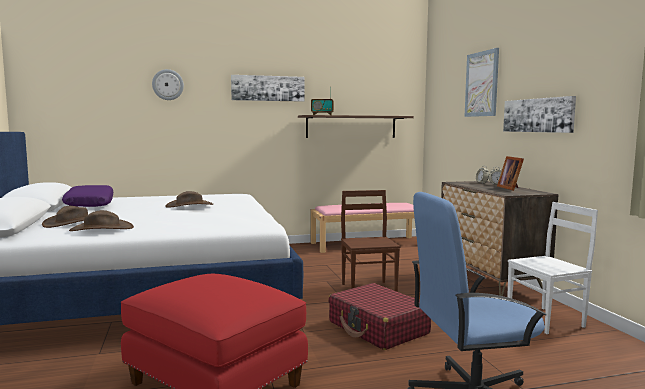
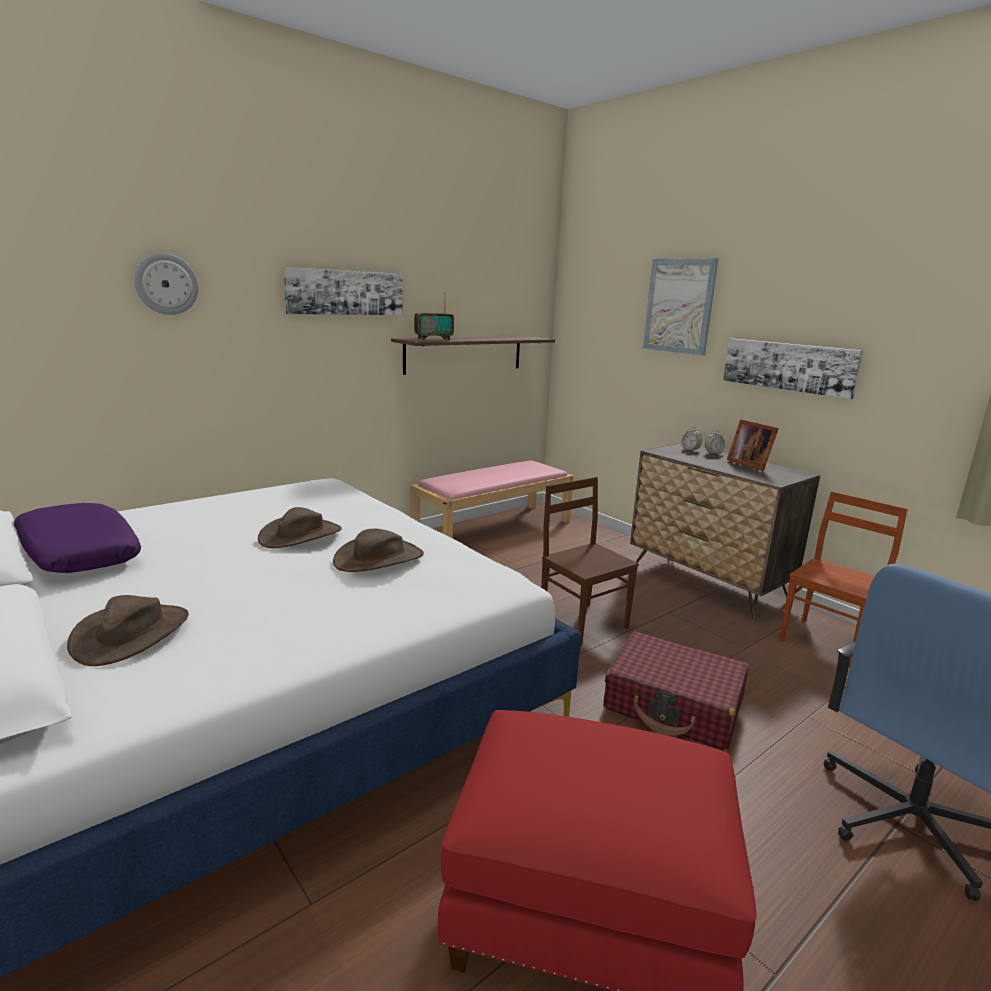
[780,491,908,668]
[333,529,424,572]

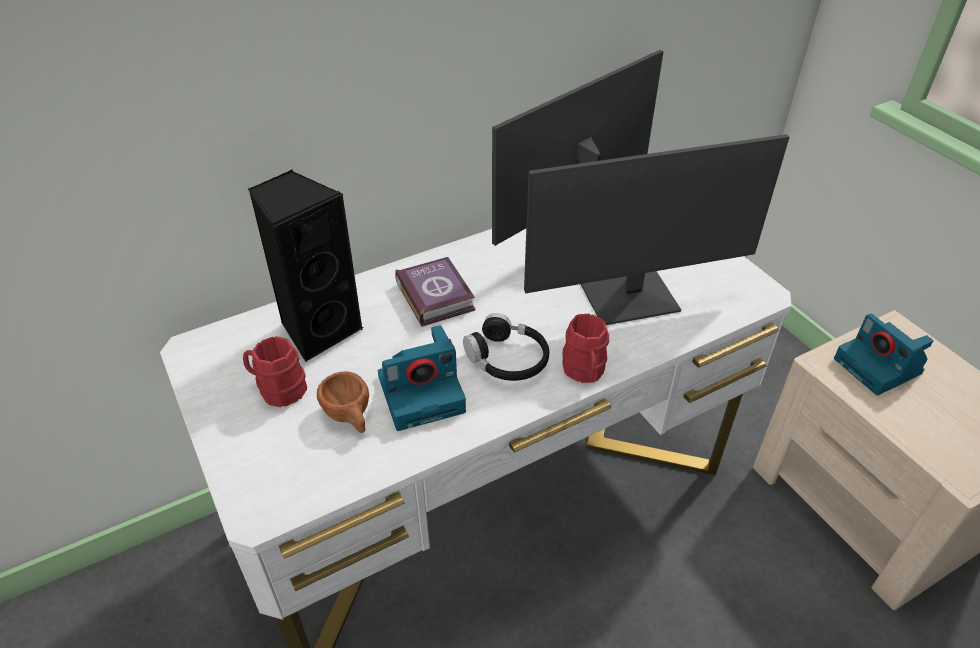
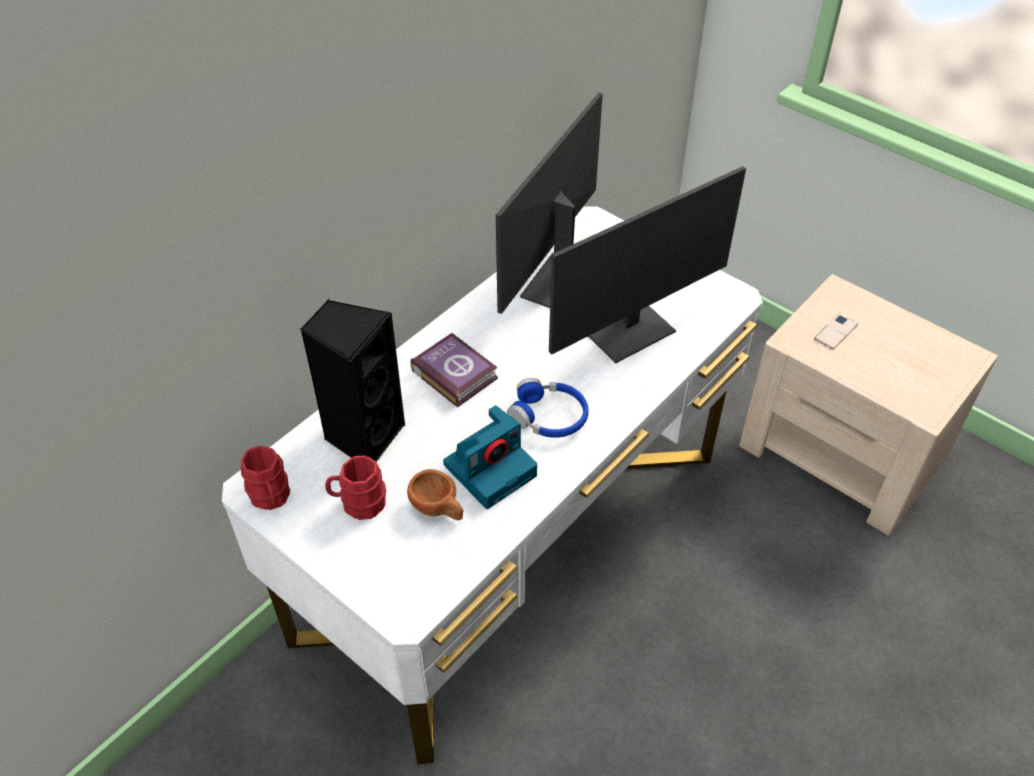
[507,378,589,438]
[241,446,290,510]
[814,313,858,349]

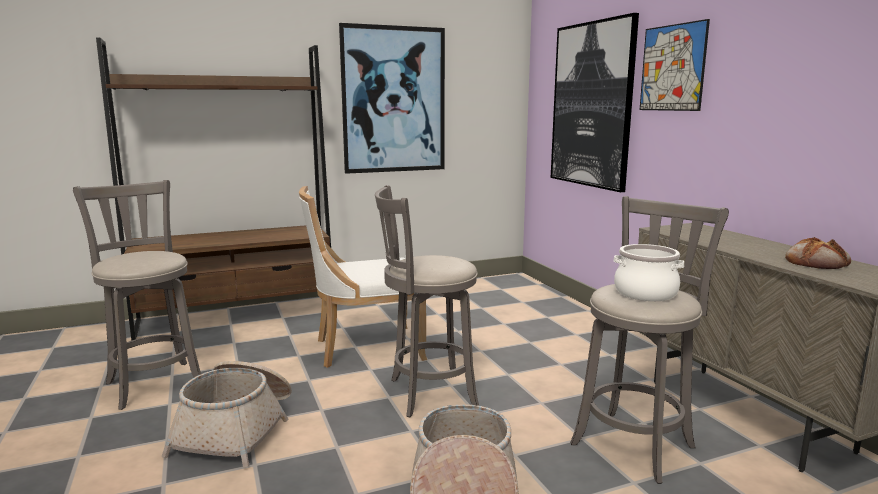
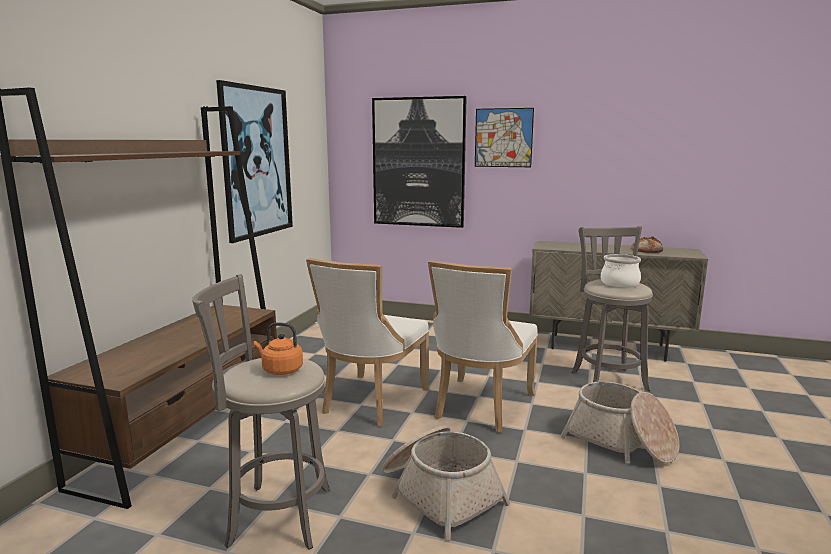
[428,260,538,433]
[254,323,303,375]

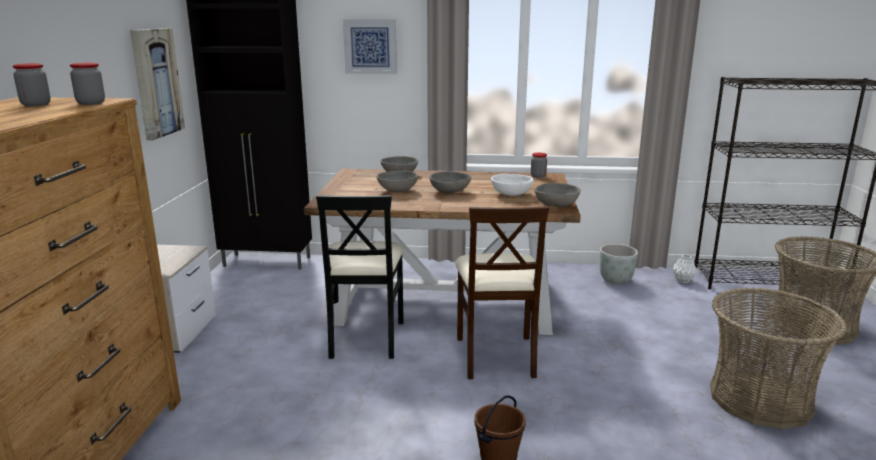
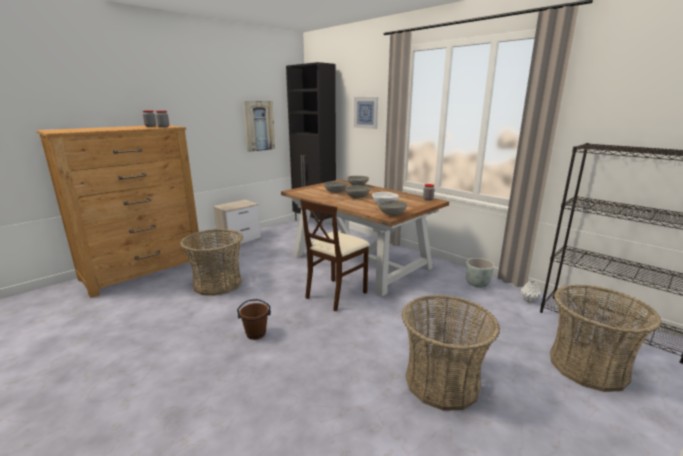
[316,195,404,359] (first image)
[180,229,243,296]

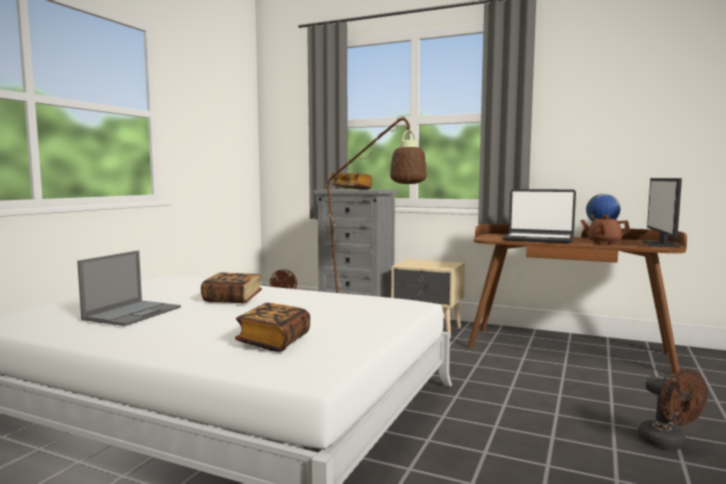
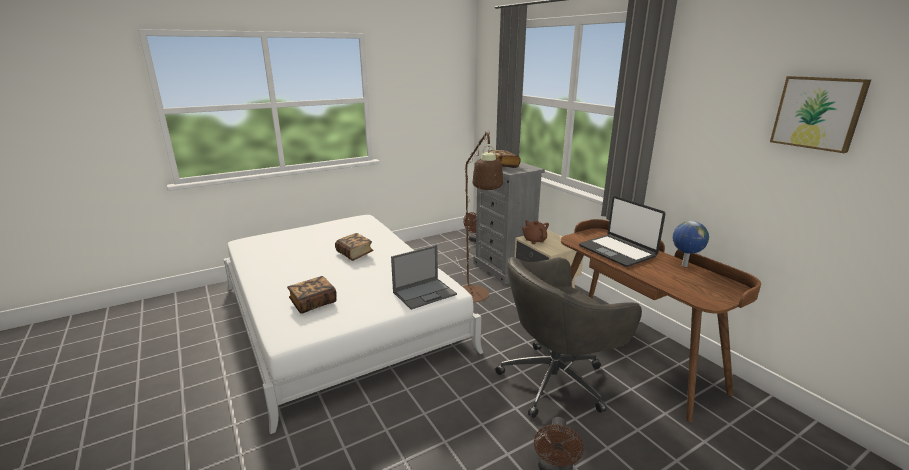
[641,178,682,248] (first image)
[522,220,549,244]
[391,245,457,310]
[770,76,871,153]
[495,257,642,418]

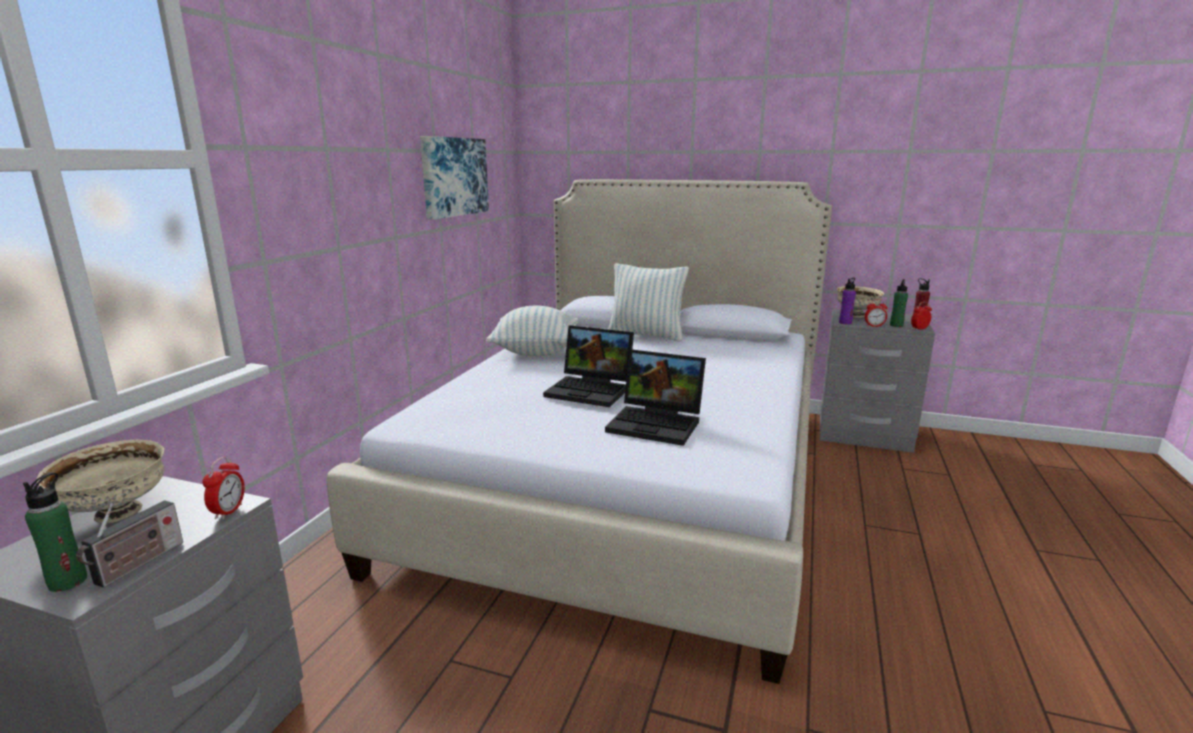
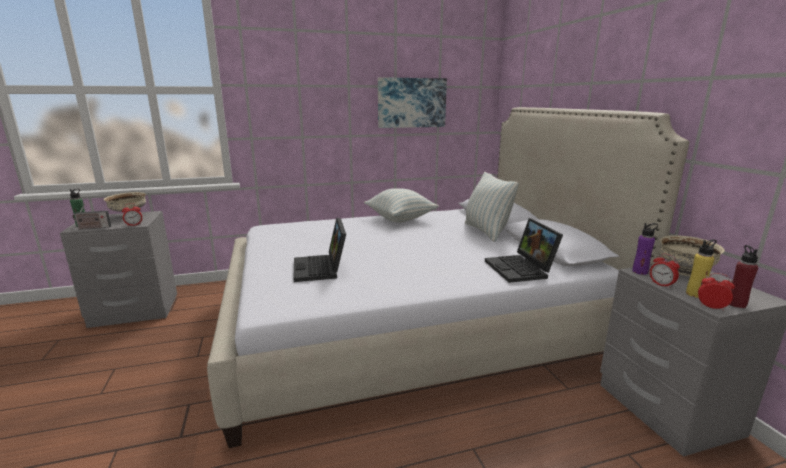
[686,240,717,298]
[485,218,563,283]

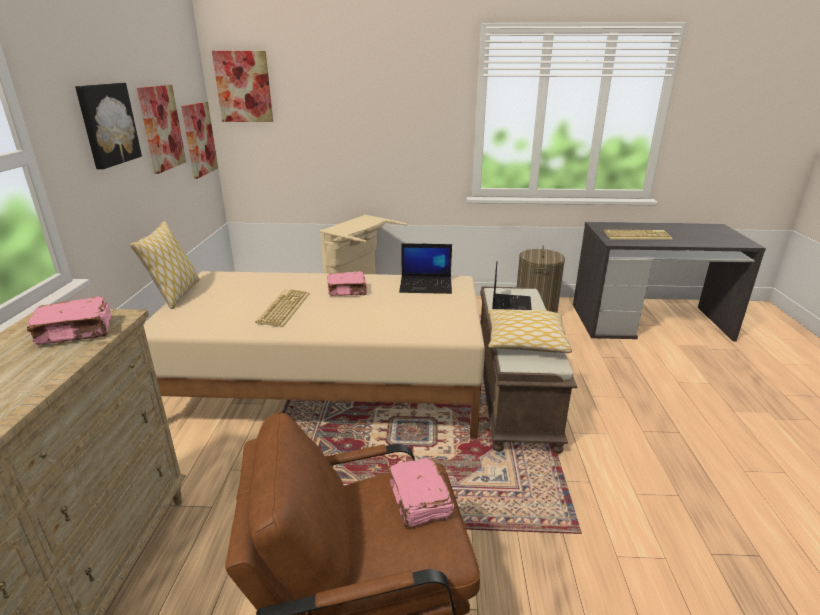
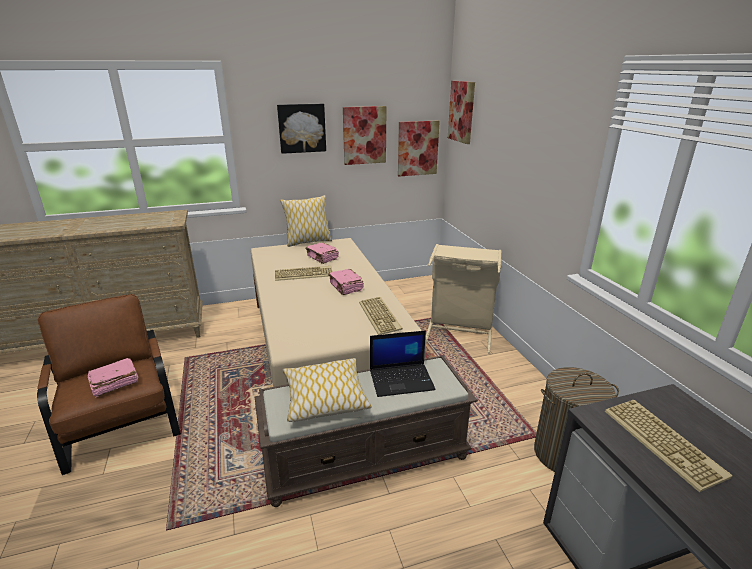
[359,297,403,335]
[306,242,339,264]

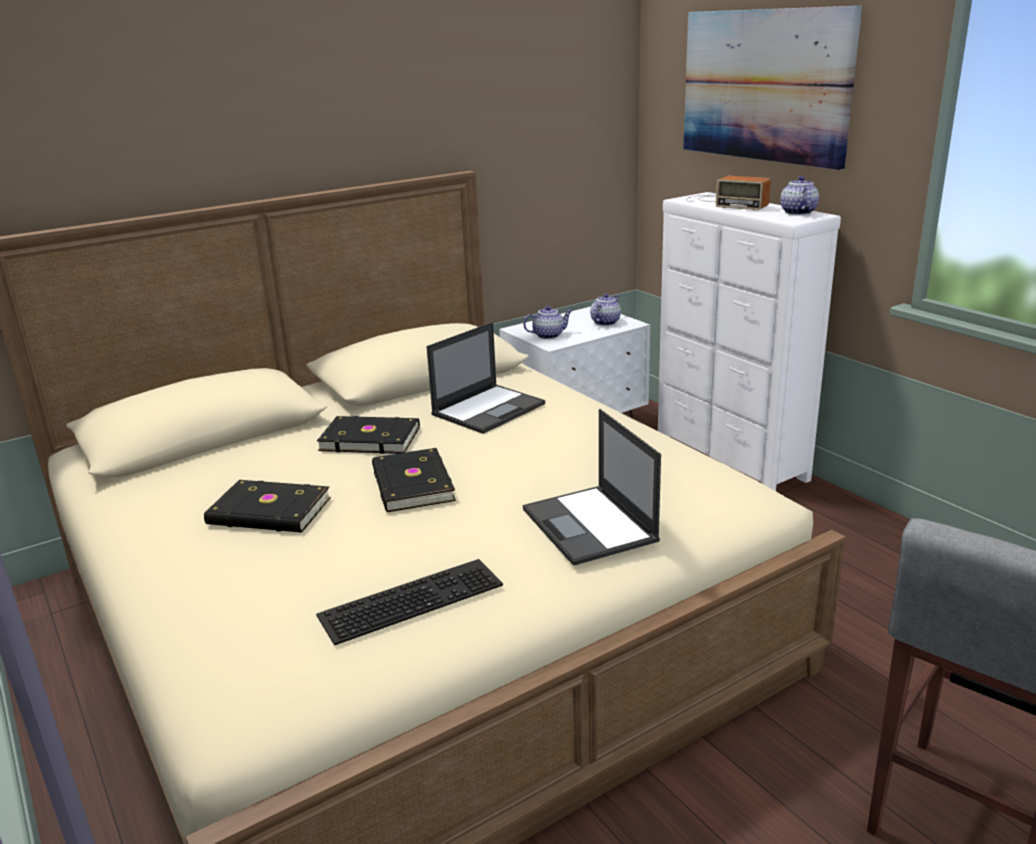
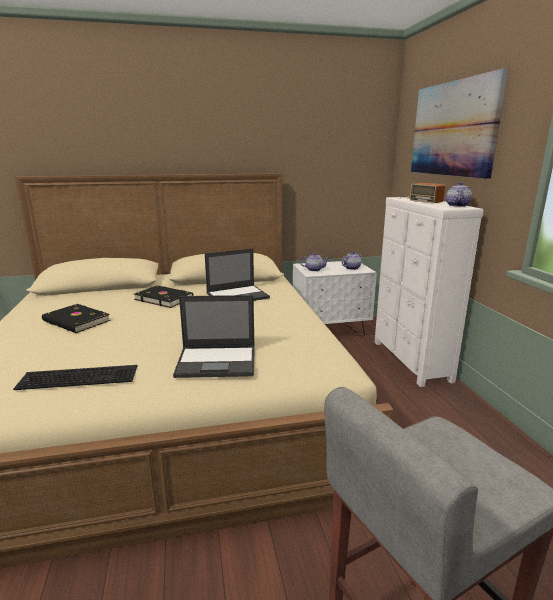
[173,295,255,378]
[372,448,456,512] (first image)

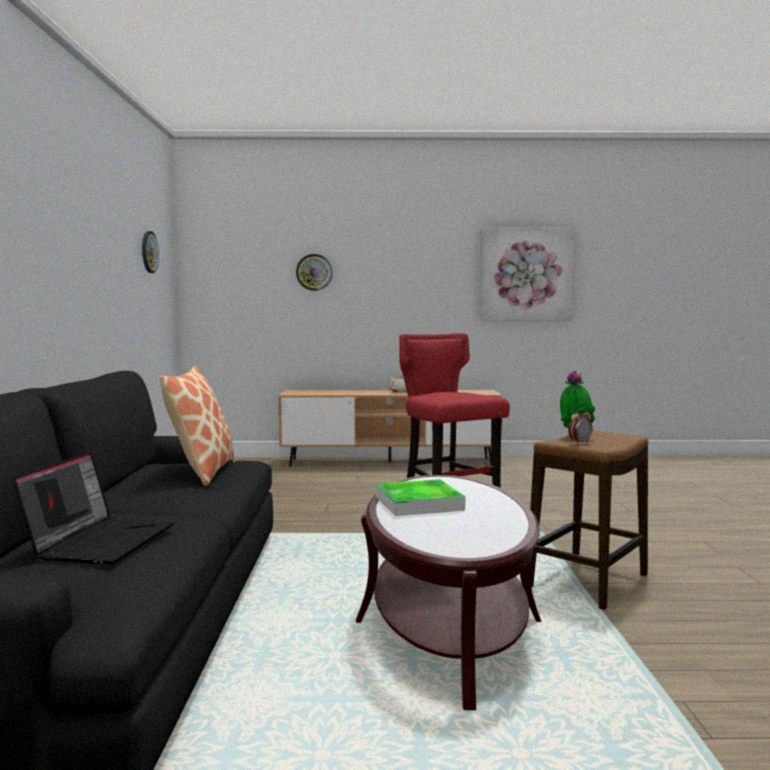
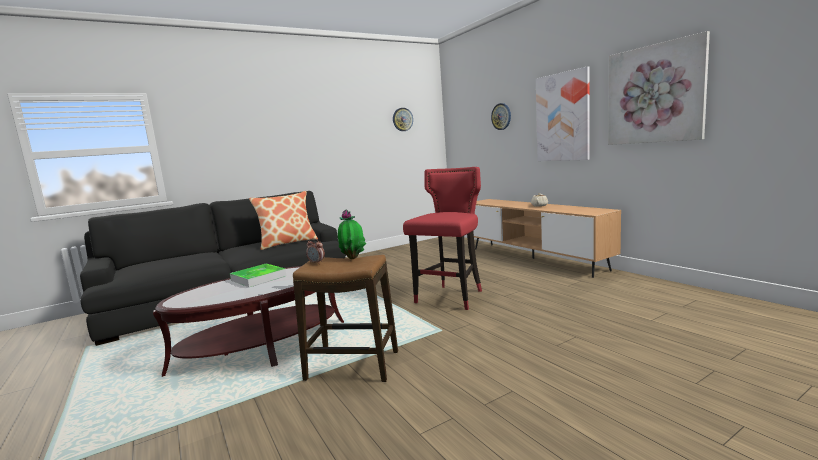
[13,452,174,564] (first image)
[536,66,590,161]

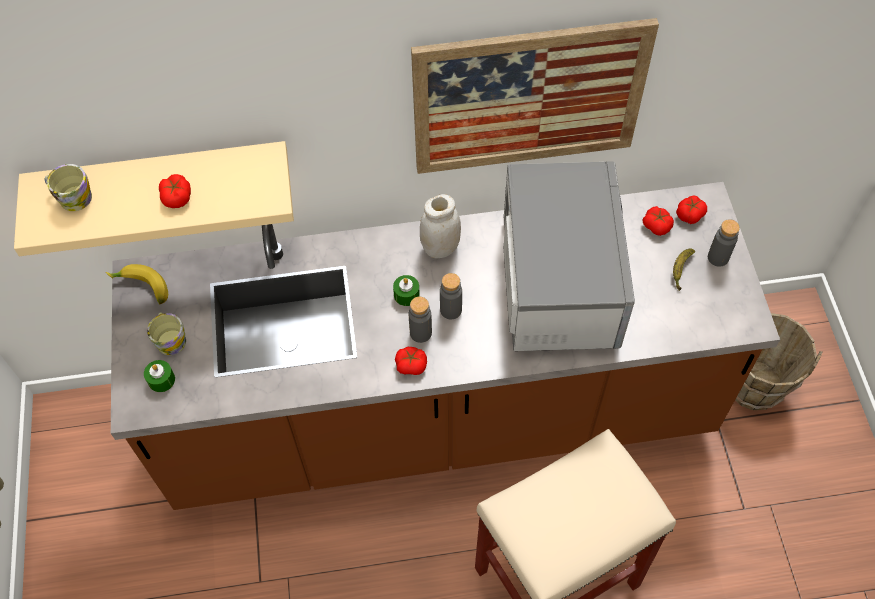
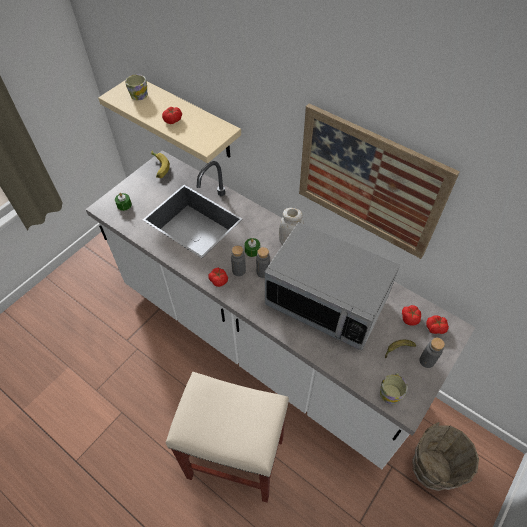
[265,222,400,350]
[86,150,475,469]
[380,372,408,404]

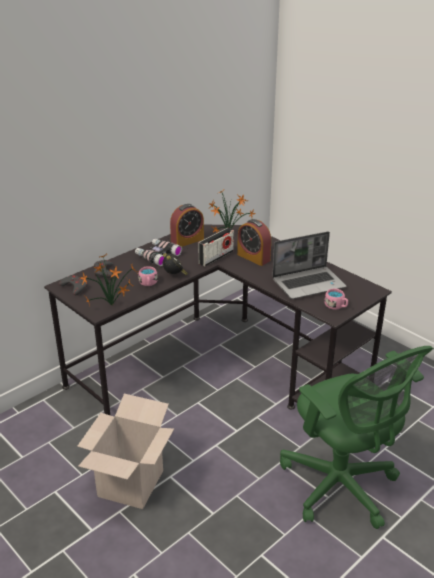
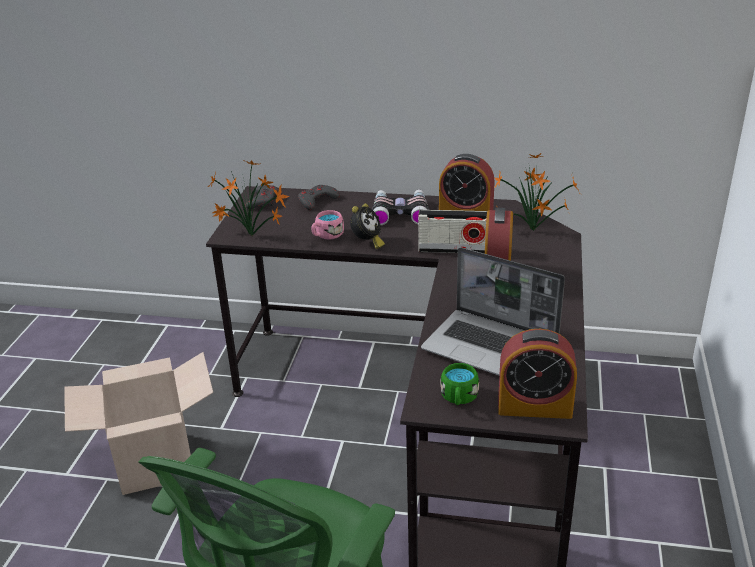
[440,363,479,405]
[498,329,577,419]

